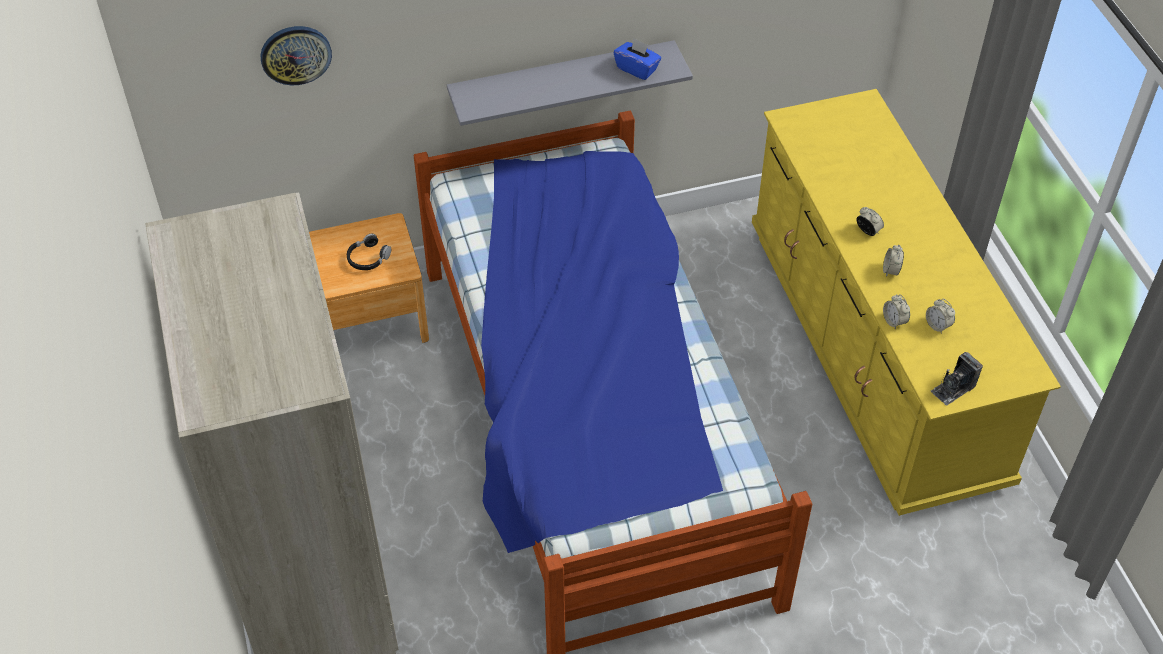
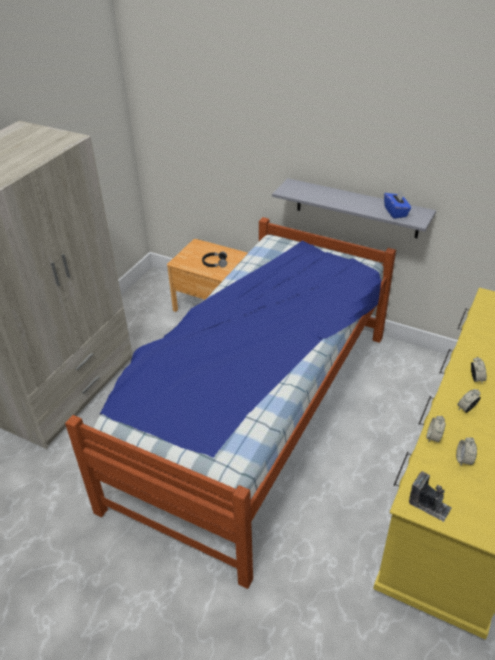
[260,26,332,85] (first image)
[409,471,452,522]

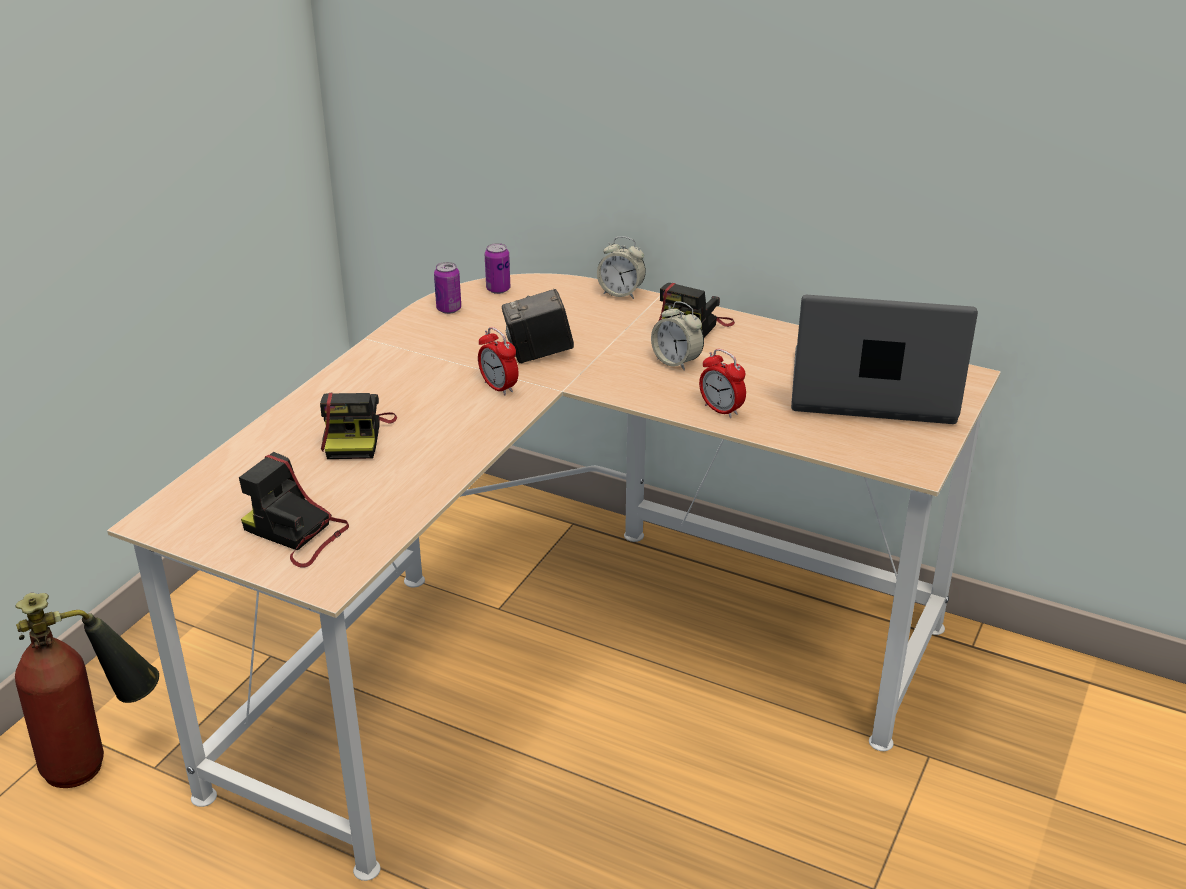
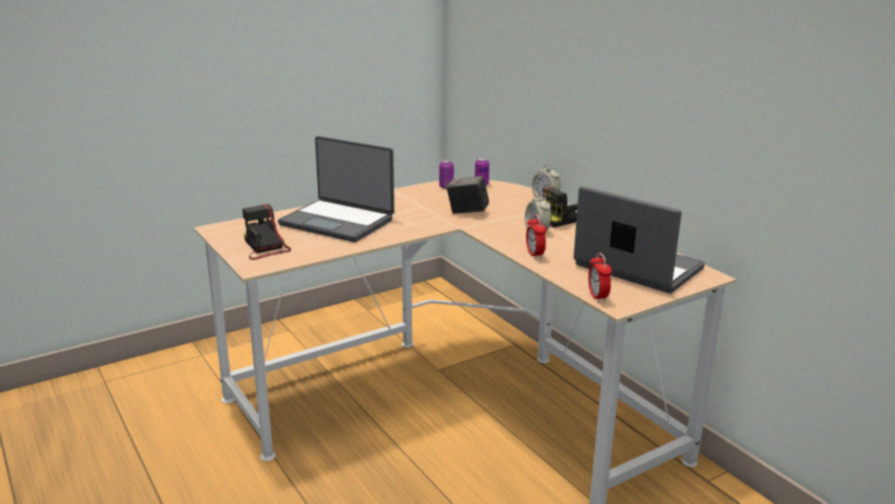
[588,252,612,303]
[278,136,394,242]
[15,593,159,788] (first image)

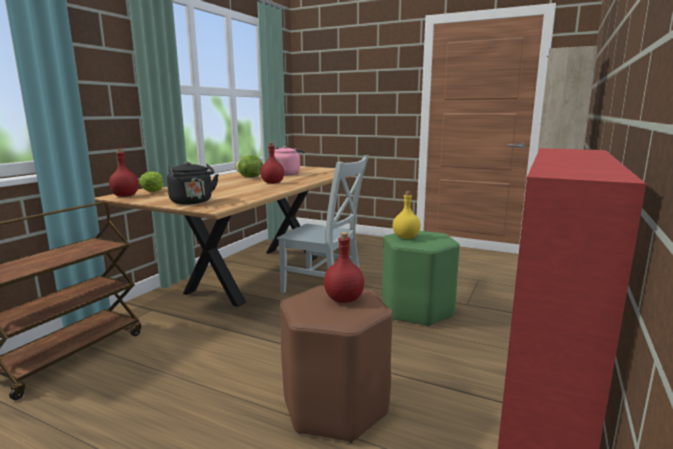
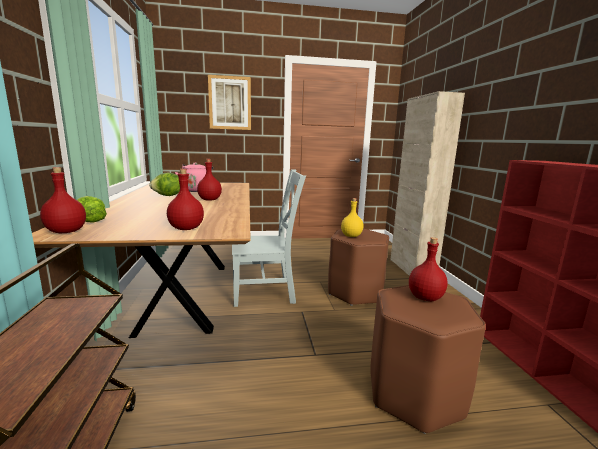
[167,169,204,230]
[328,229,389,306]
[208,75,251,130]

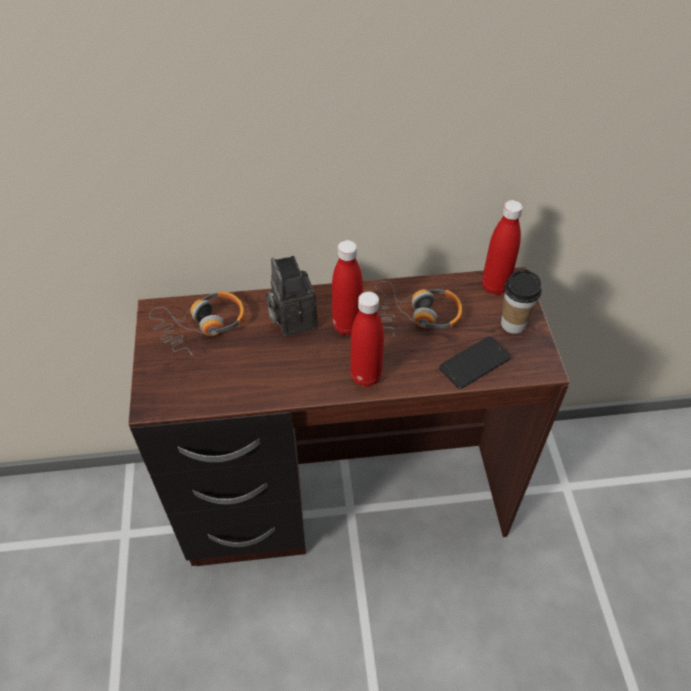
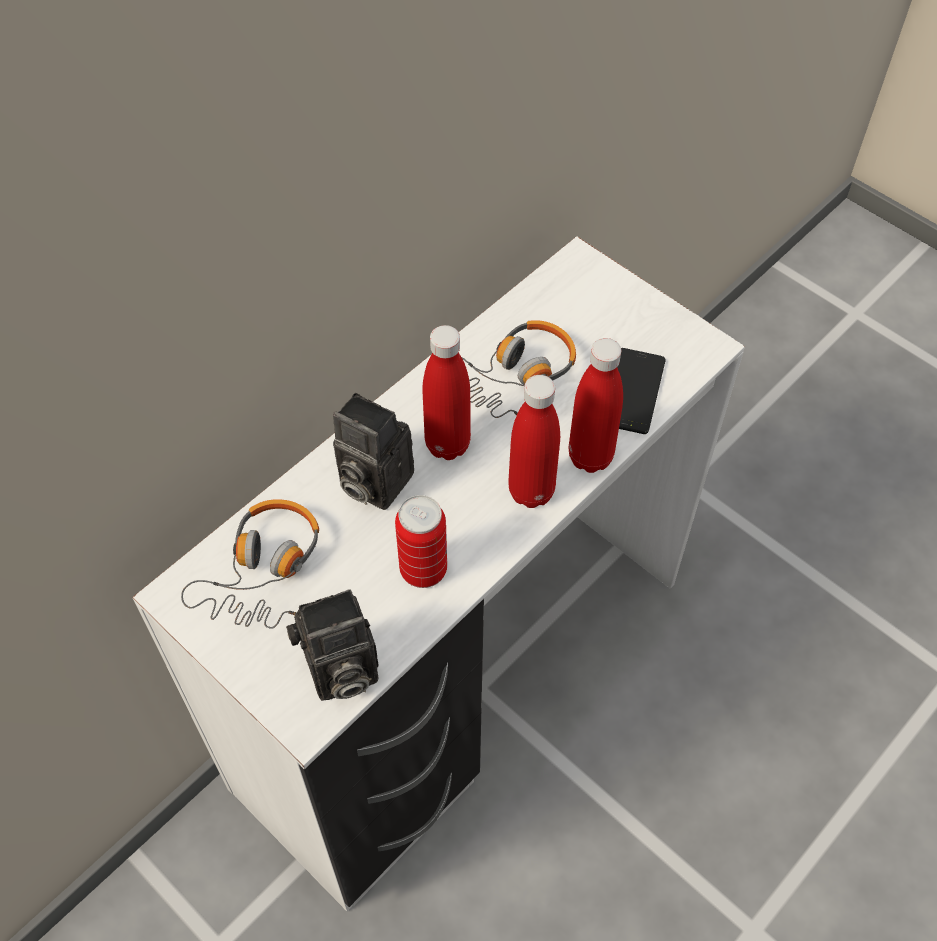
[569,338,623,473]
[132,236,745,911]
[501,270,541,334] (first image)
[395,495,447,588]
[286,589,379,701]

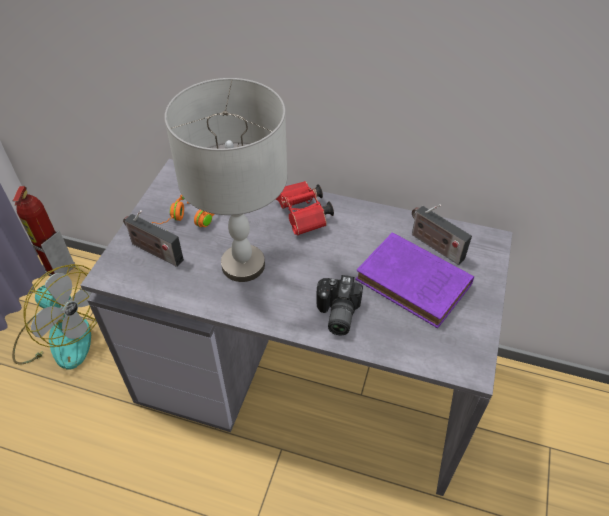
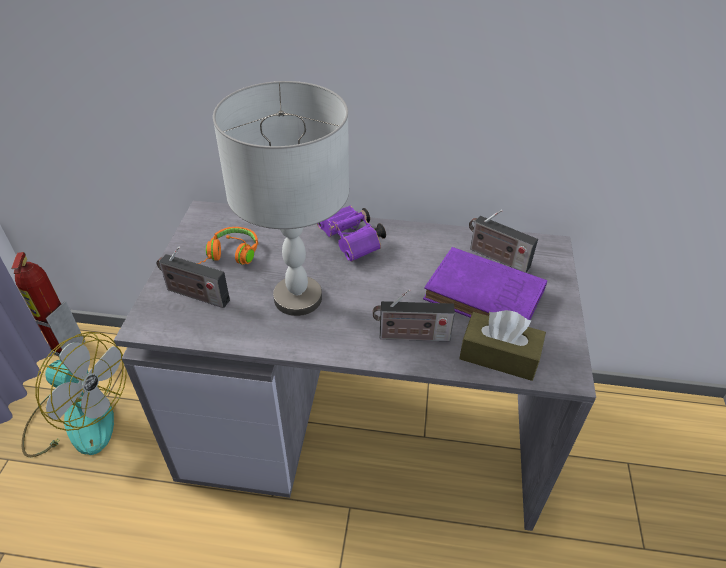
[317,206,386,262]
[373,289,455,341]
[459,310,546,381]

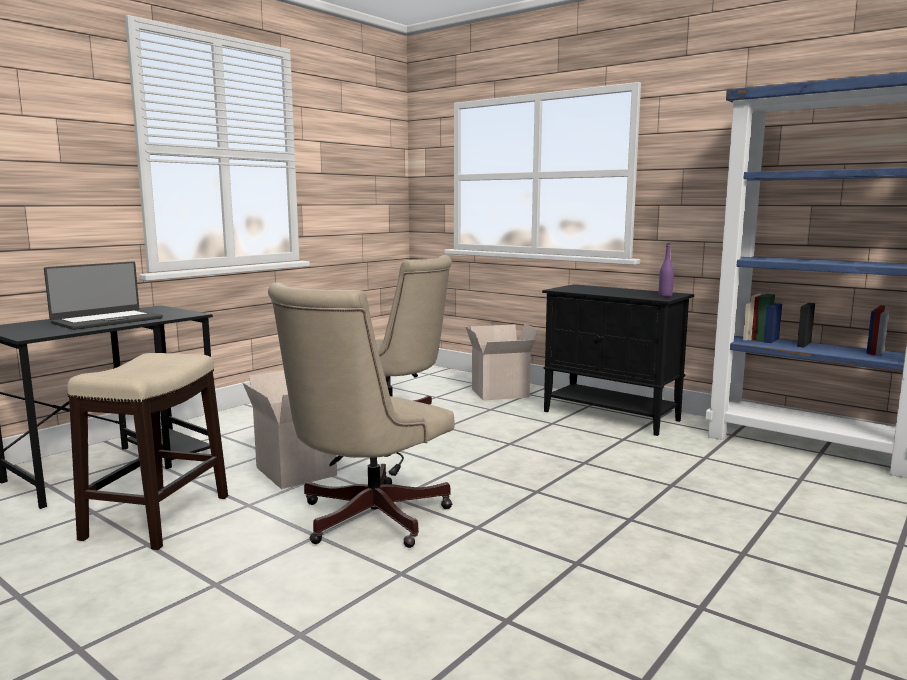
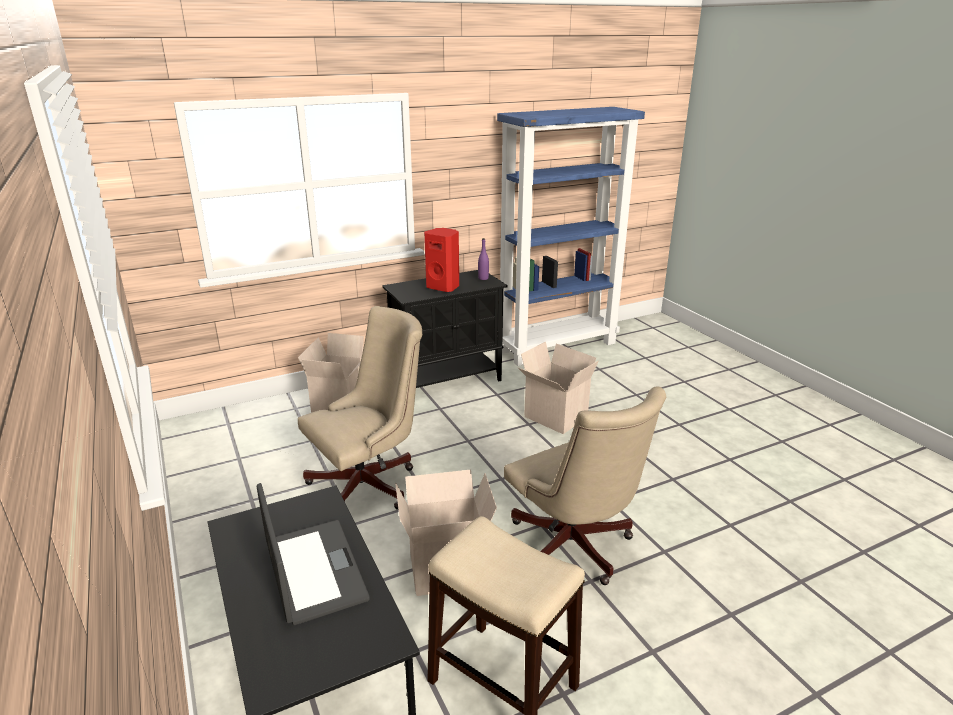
[424,228,459,292]
[518,342,599,434]

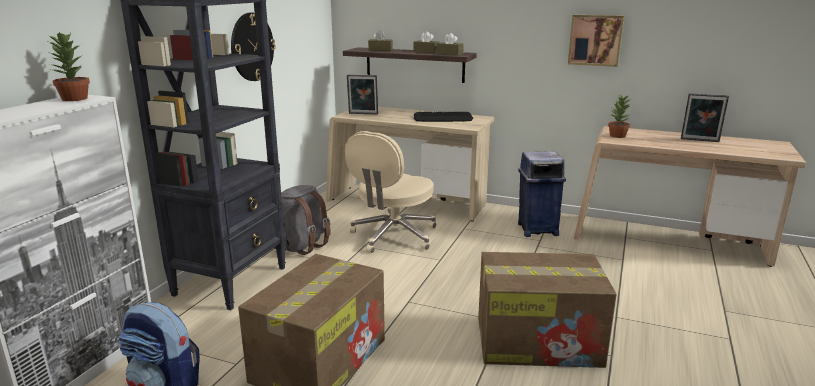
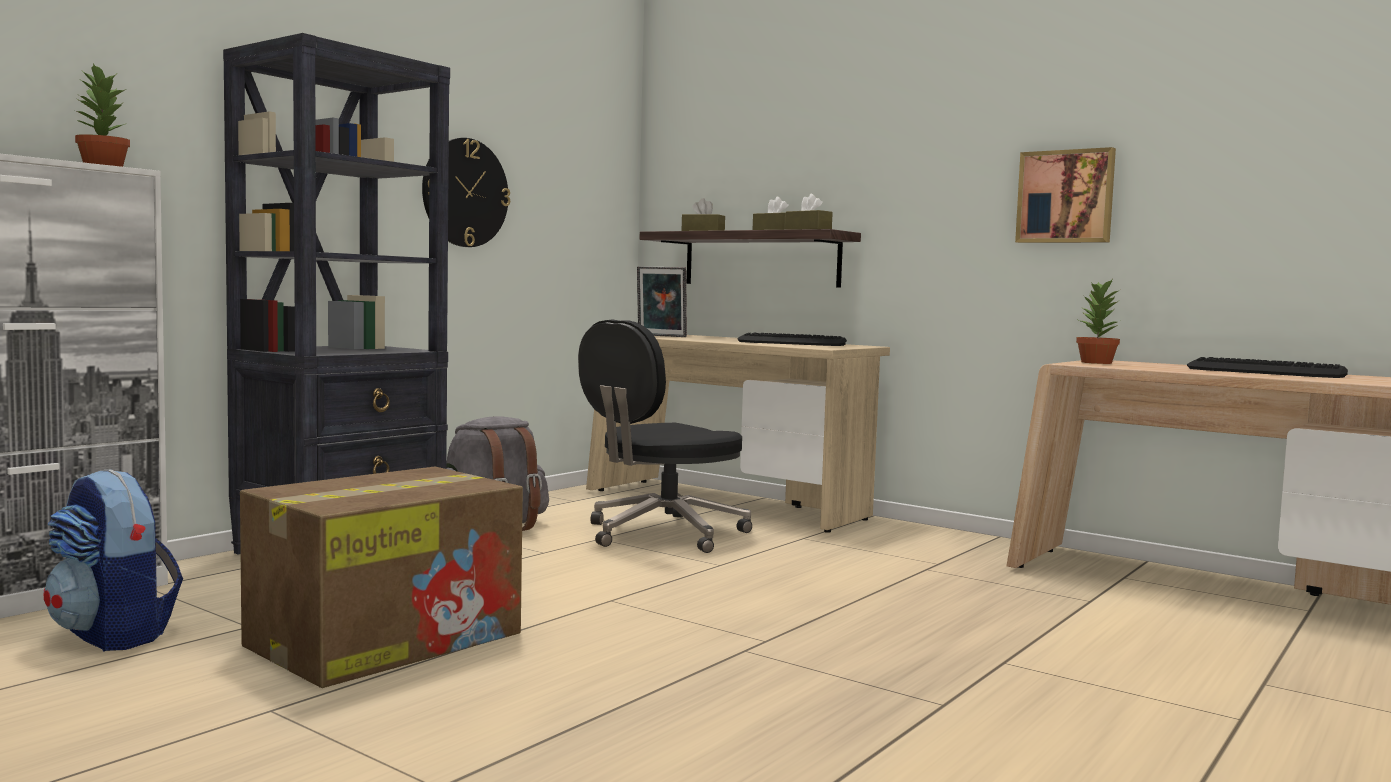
[1187,357,1348,378]
[578,319,752,553]
[518,151,566,237] (first image)
[478,252,617,368] (first image)

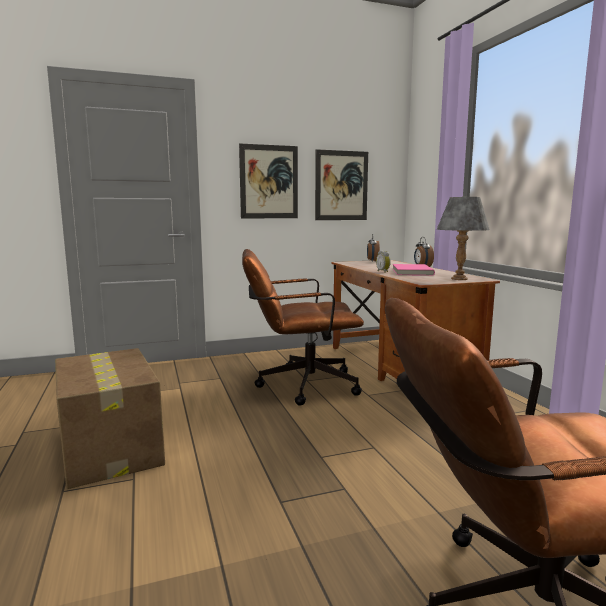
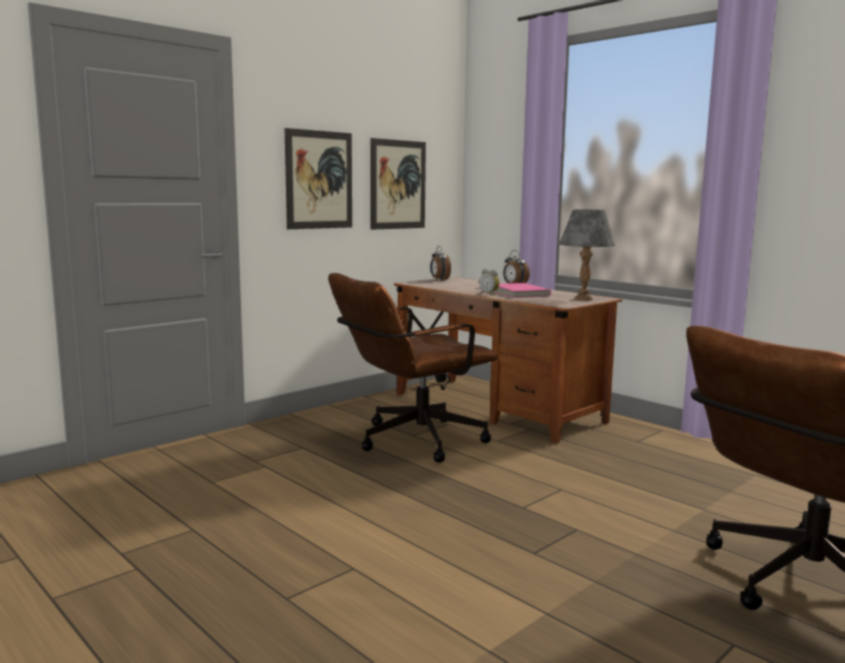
[55,348,165,489] (first image)

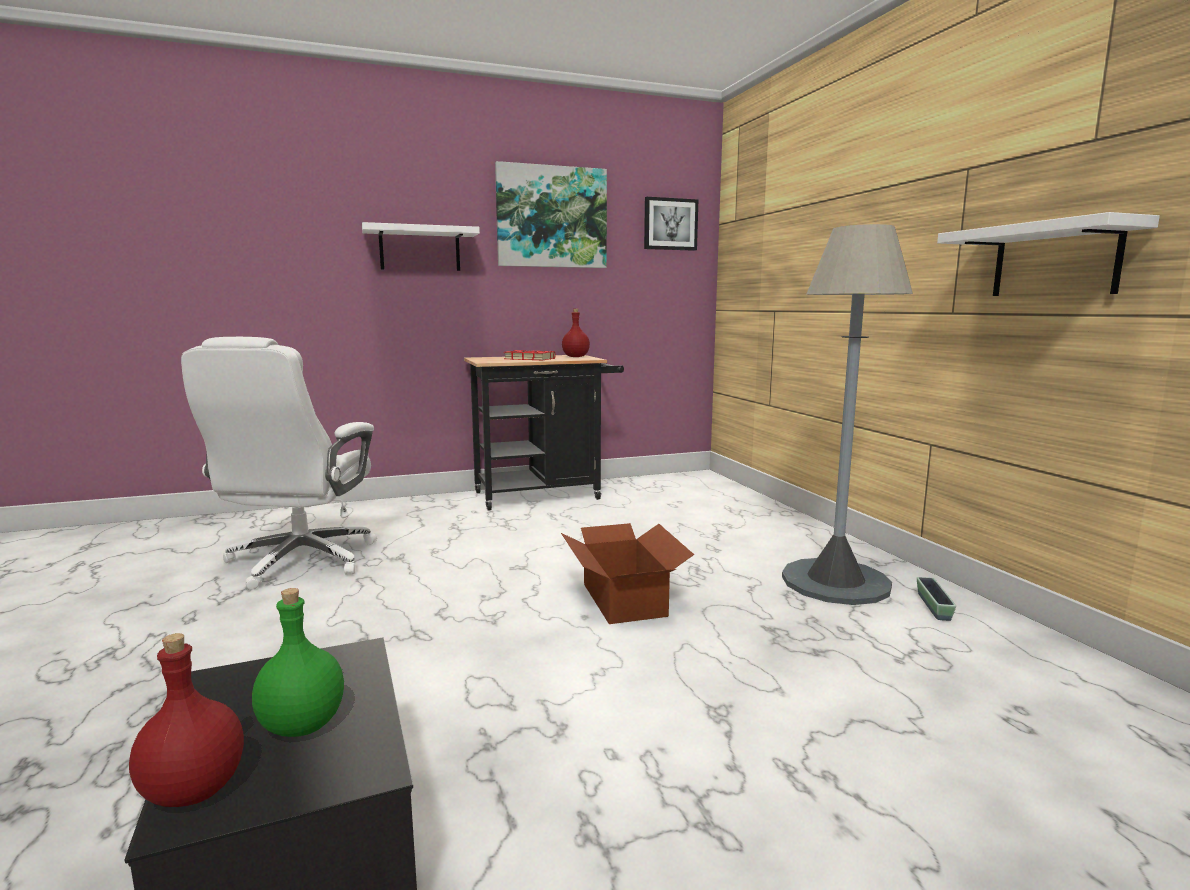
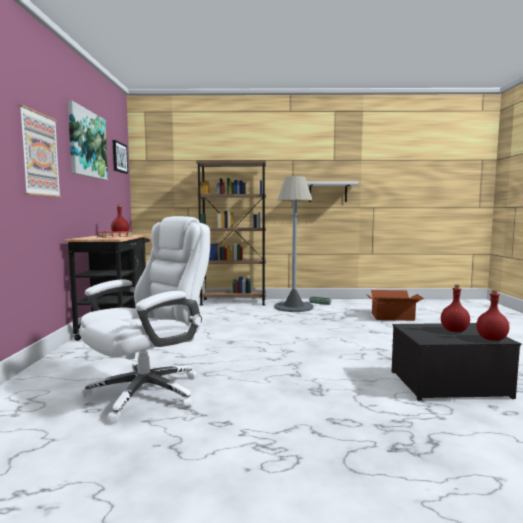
[19,105,61,197]
[79,216,210,423]
[365,290,424,321]
[441,285,470,332]
[196,160,266,306]

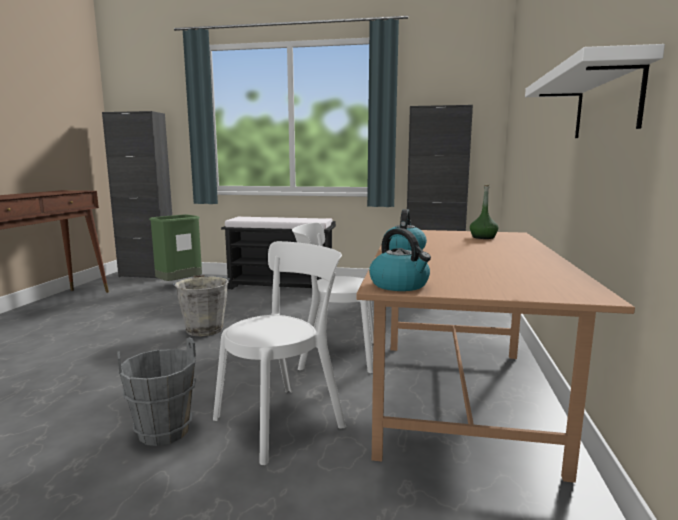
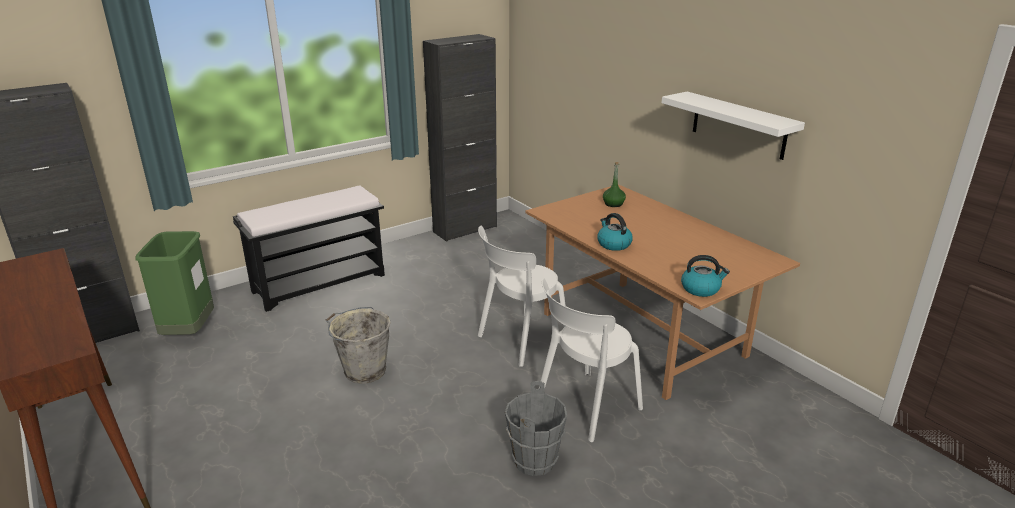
[539,279,643,442]

